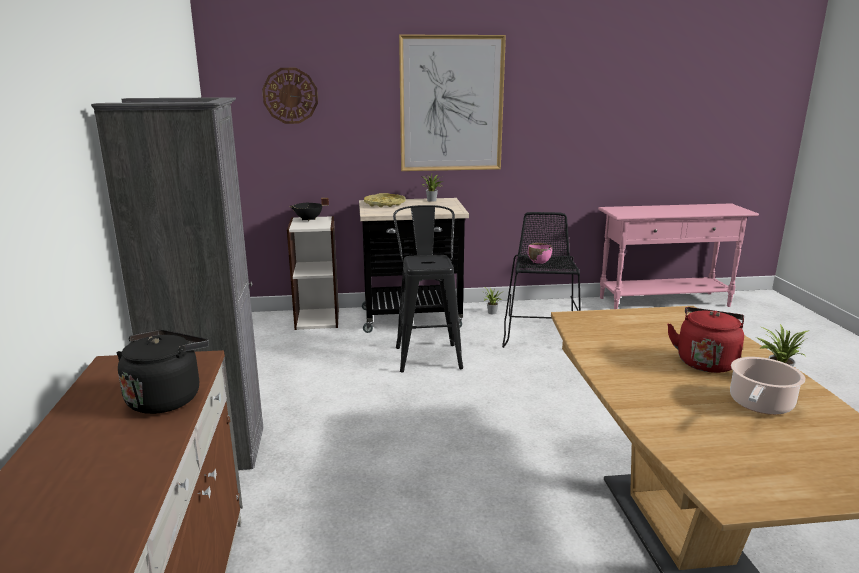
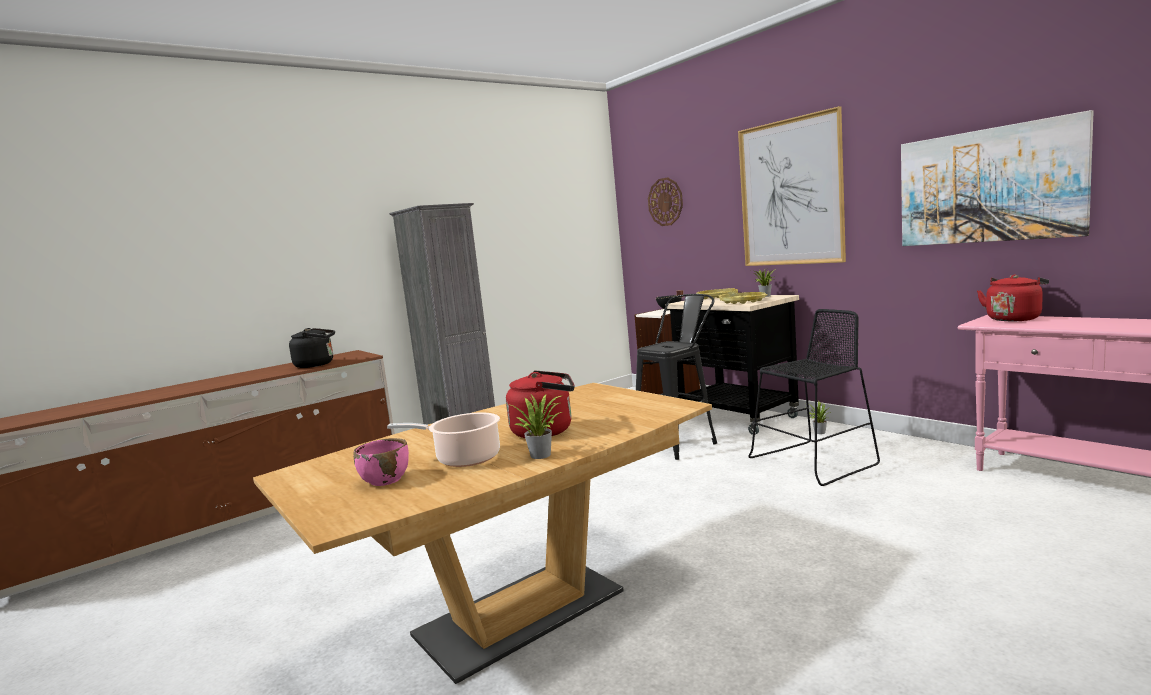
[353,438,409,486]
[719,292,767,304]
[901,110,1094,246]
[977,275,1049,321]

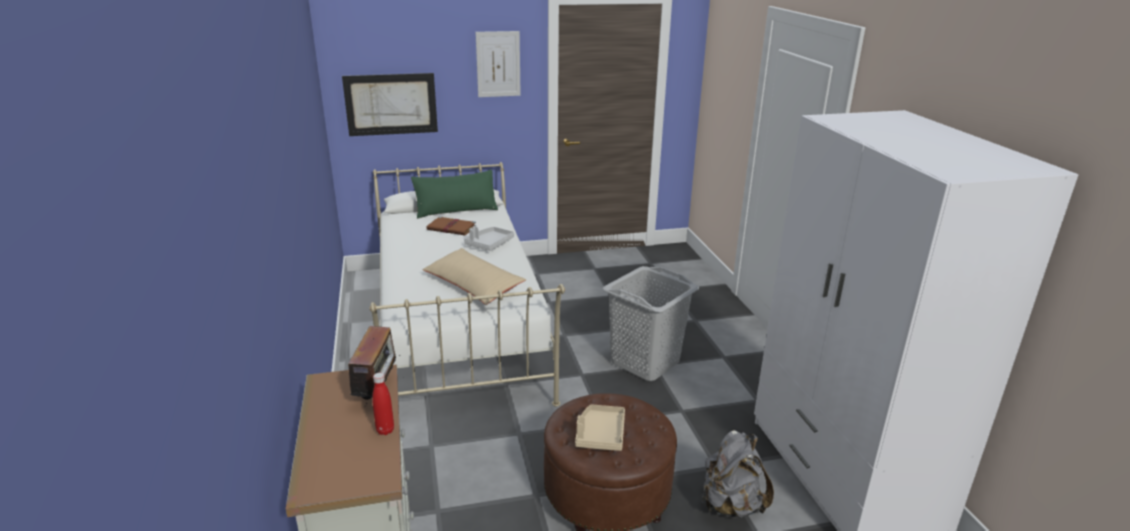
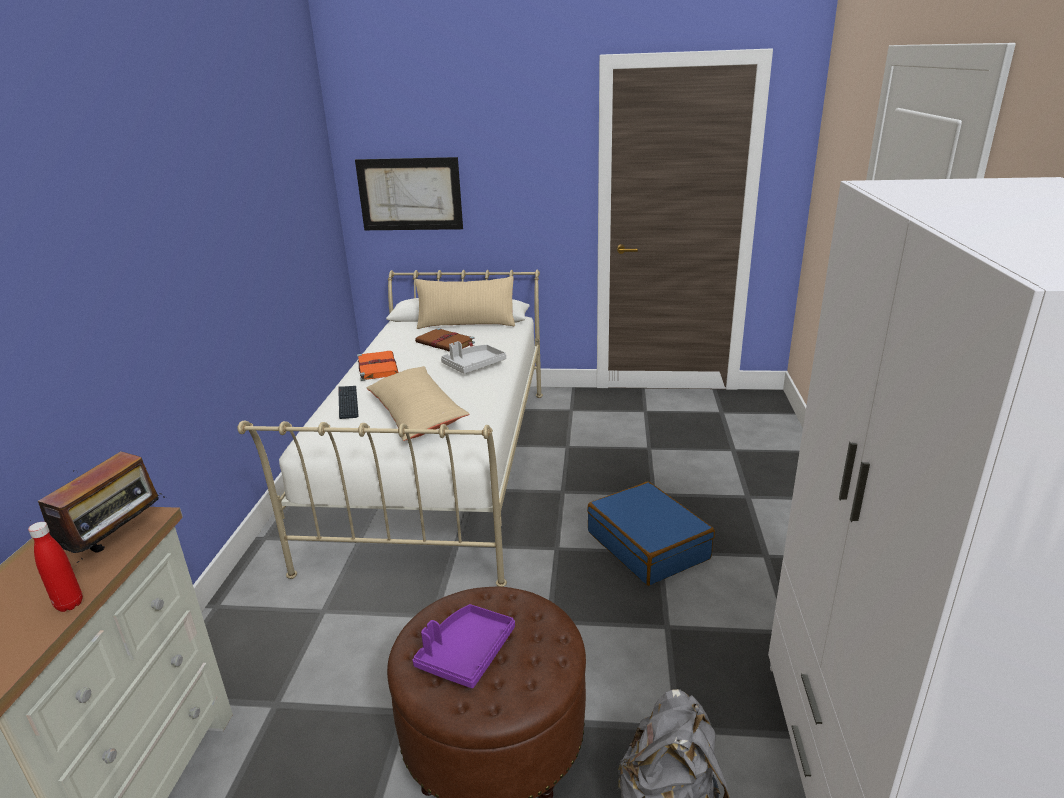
[415,276,515,329]
[476,31,521,97] (first image)
[413,604,515,688]
[587,482,715,586]
[338,386,359,419]
[357,351,398,381]

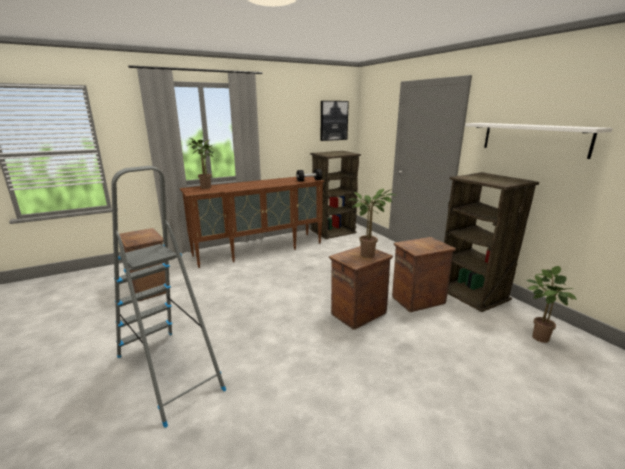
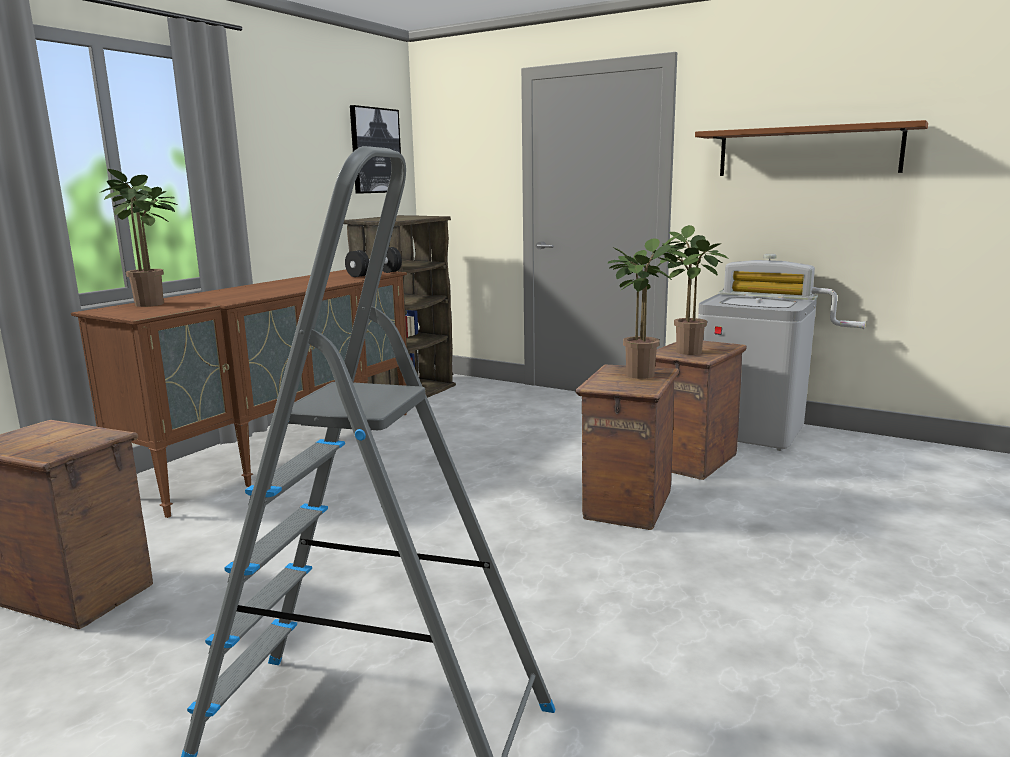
[698,254,866,451]
[695,120,928,176]
[651,225,729,355]

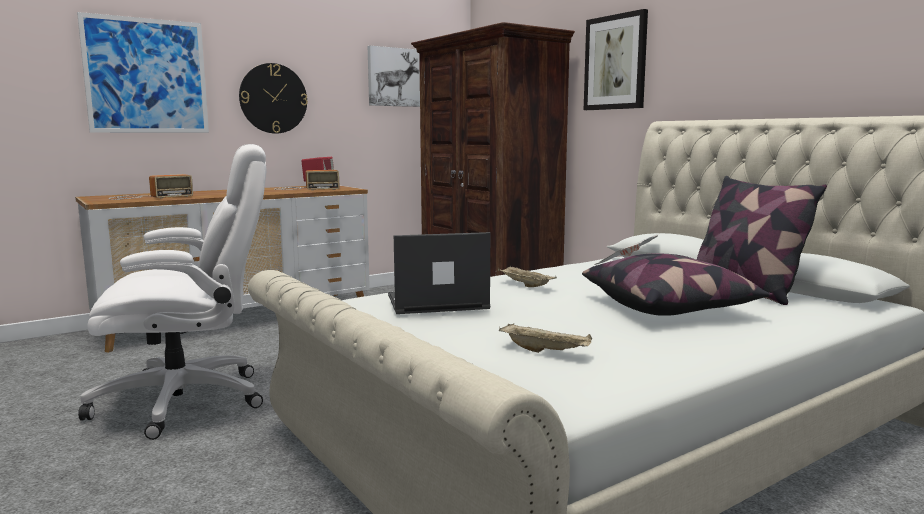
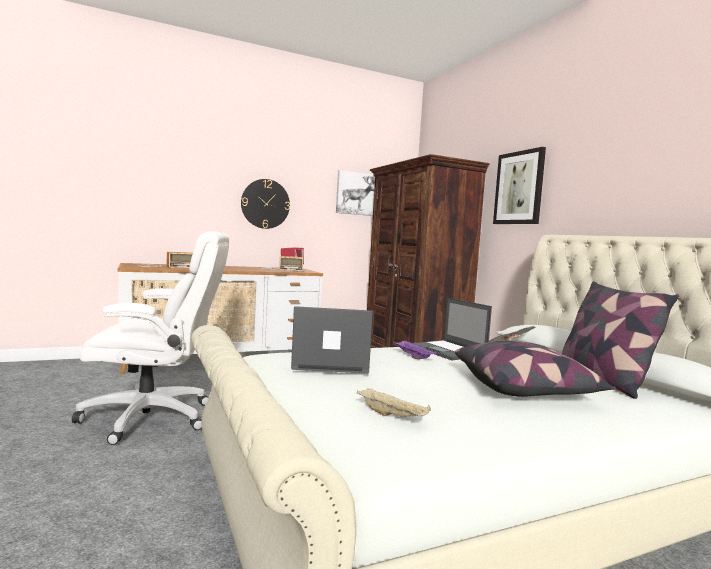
[77,12,209,133] (first image)
[393,341,437,359]
[412,298,492,360]

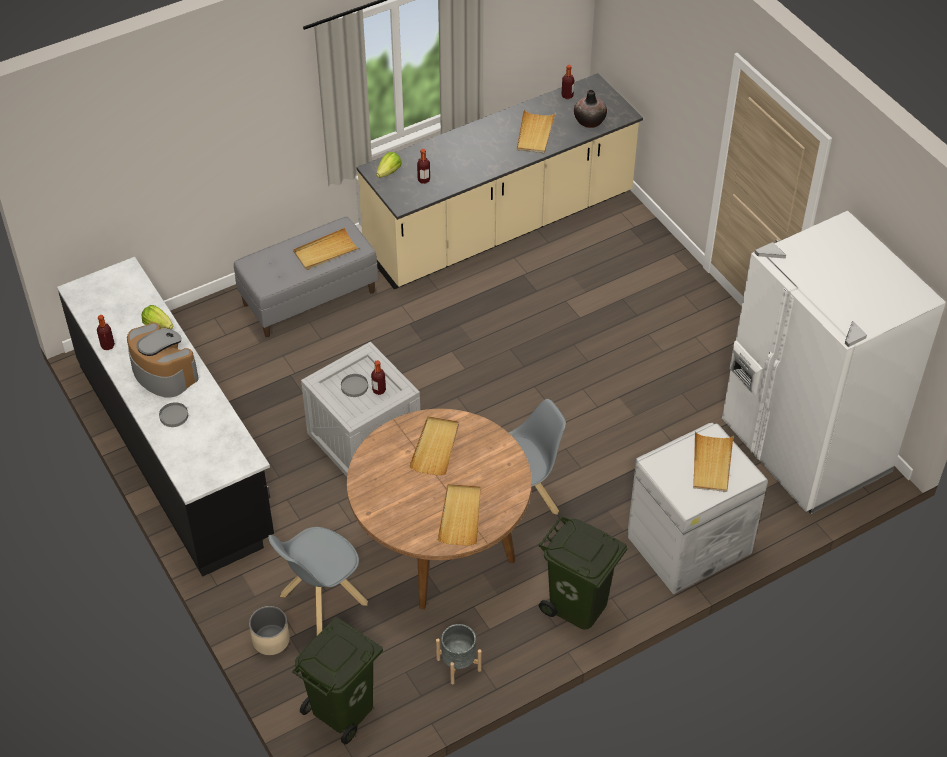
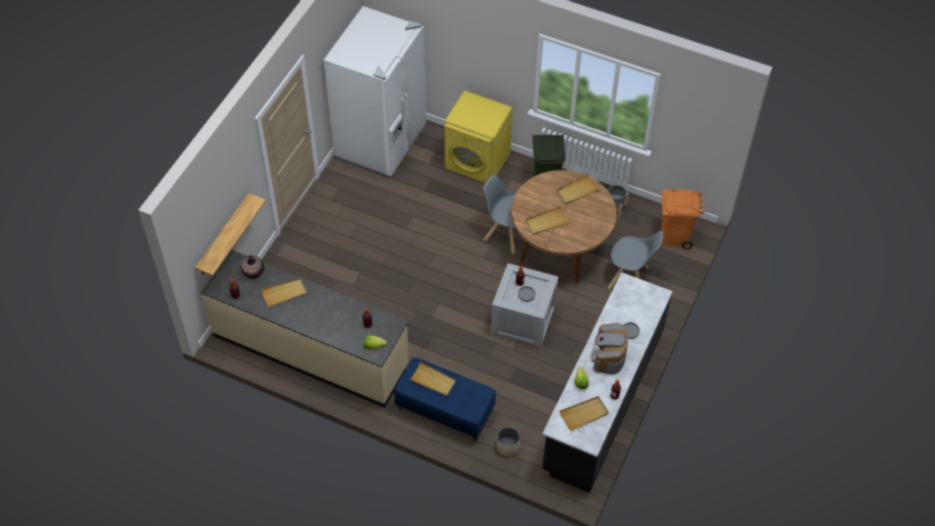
[394,357,496,442]
[496,427,520,456]
[661,189,704,249]
[445,90,513,183]
[559,396,609,430]
[195,193,266,276]

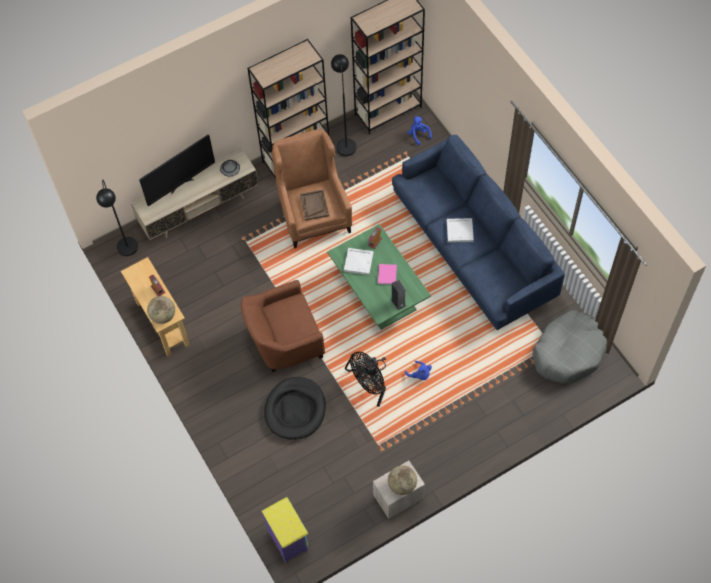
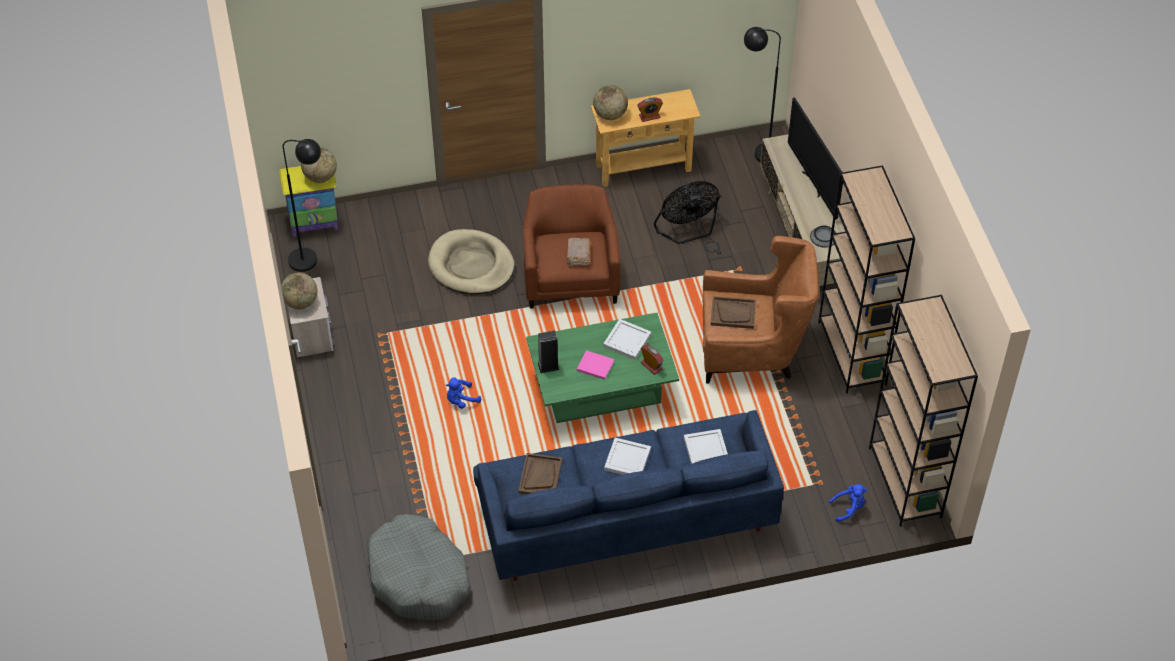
[428,229,515,295]
[283,139,321,272]
[654,181,721,254]
[301,147,337,183]
[519,453,562,494]
[567,238,590,266]
[684,429,728,464]

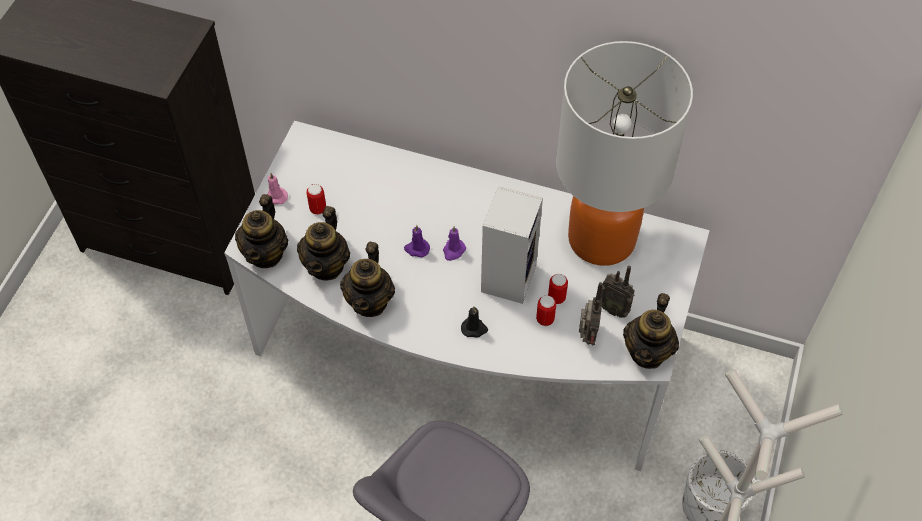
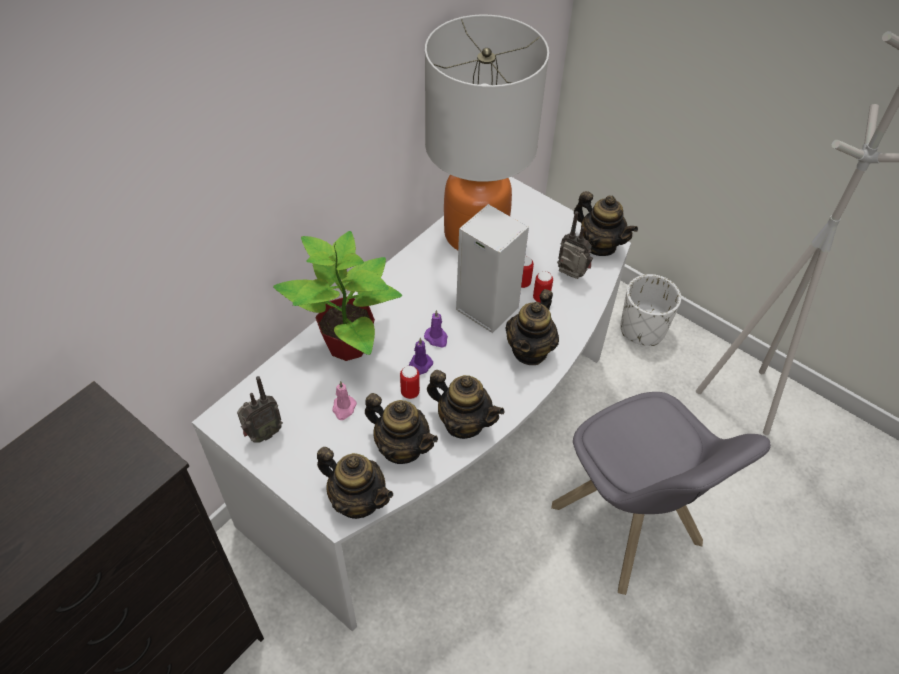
[332,381,357,420]
[400,366,420,399]
[505,289,559,365]
[237,376,283,443]
[273,231,402,361]

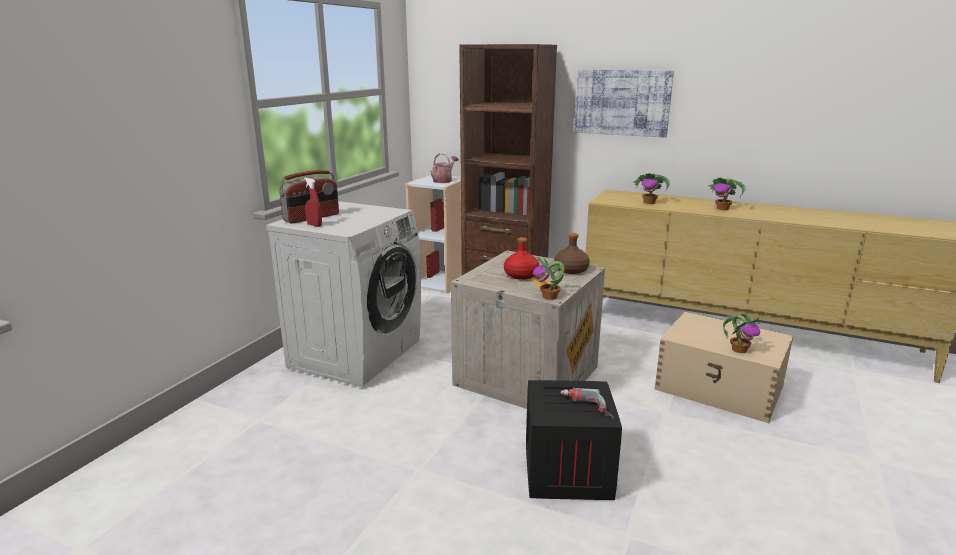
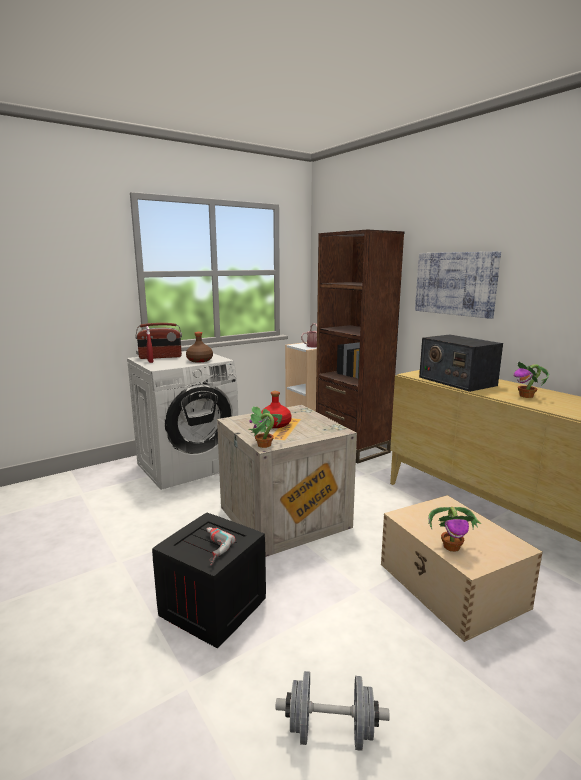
[186,332,213,363]
[419,334,503,392]
[275,671,390,751]

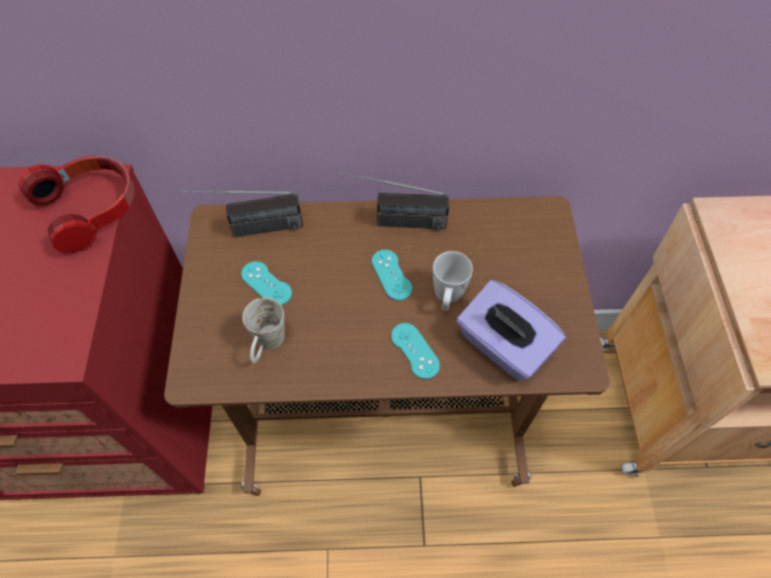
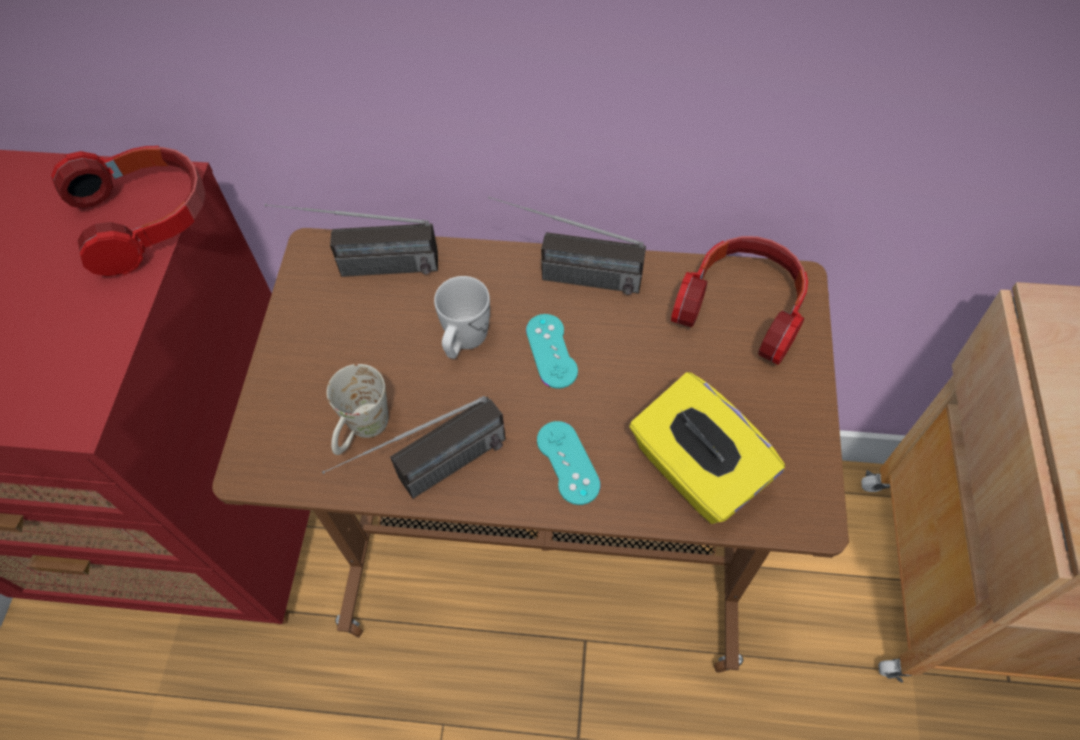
[241,261,292,306] (first image)
[434,276,490,359]
[629,372,785,524]
[322,396,506,499]
[671,236,808,365]

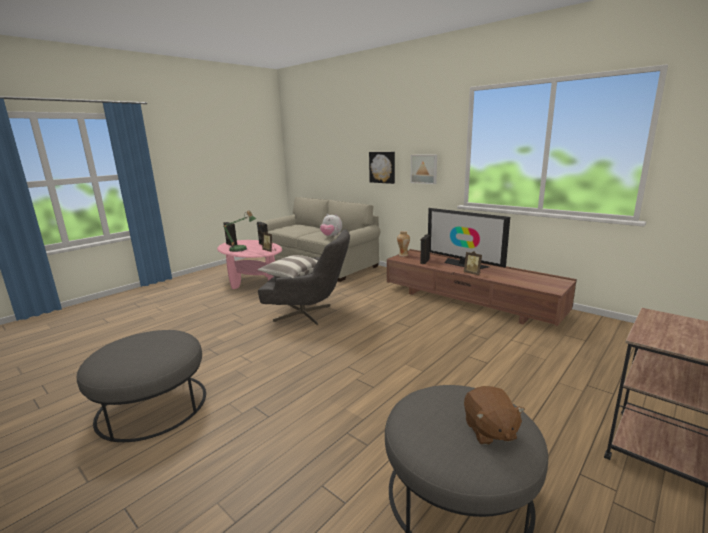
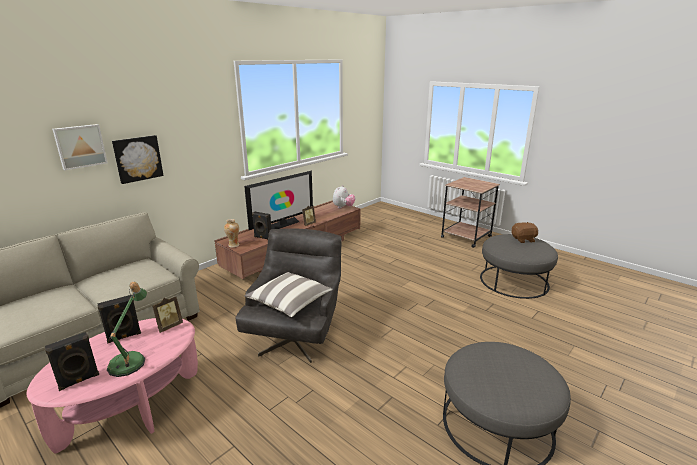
[333,185,355,208]
[52,124,108,170]

